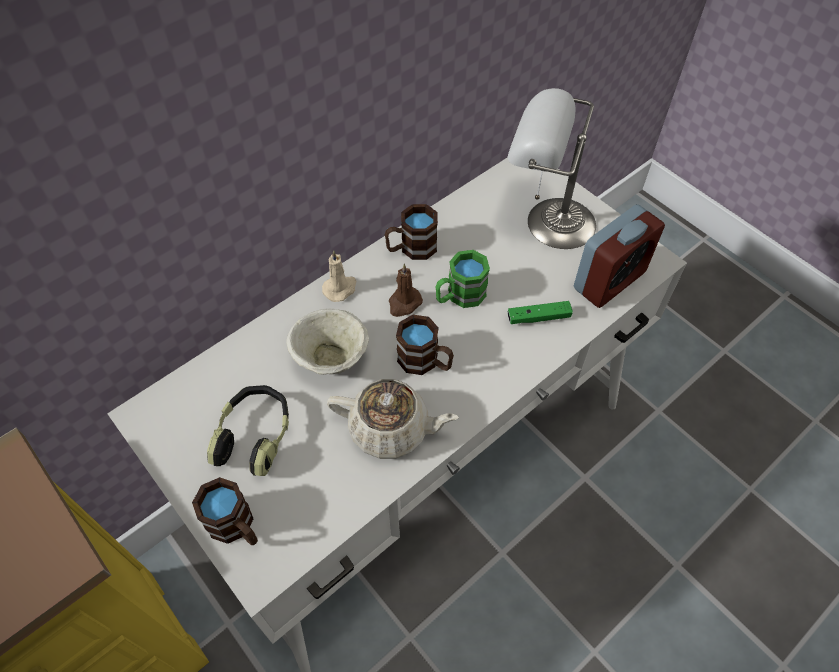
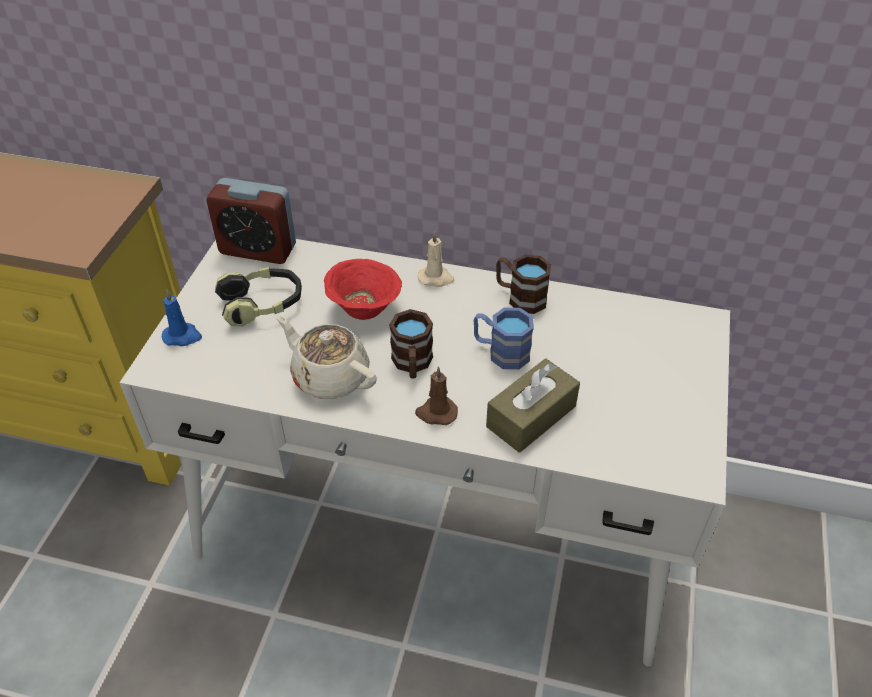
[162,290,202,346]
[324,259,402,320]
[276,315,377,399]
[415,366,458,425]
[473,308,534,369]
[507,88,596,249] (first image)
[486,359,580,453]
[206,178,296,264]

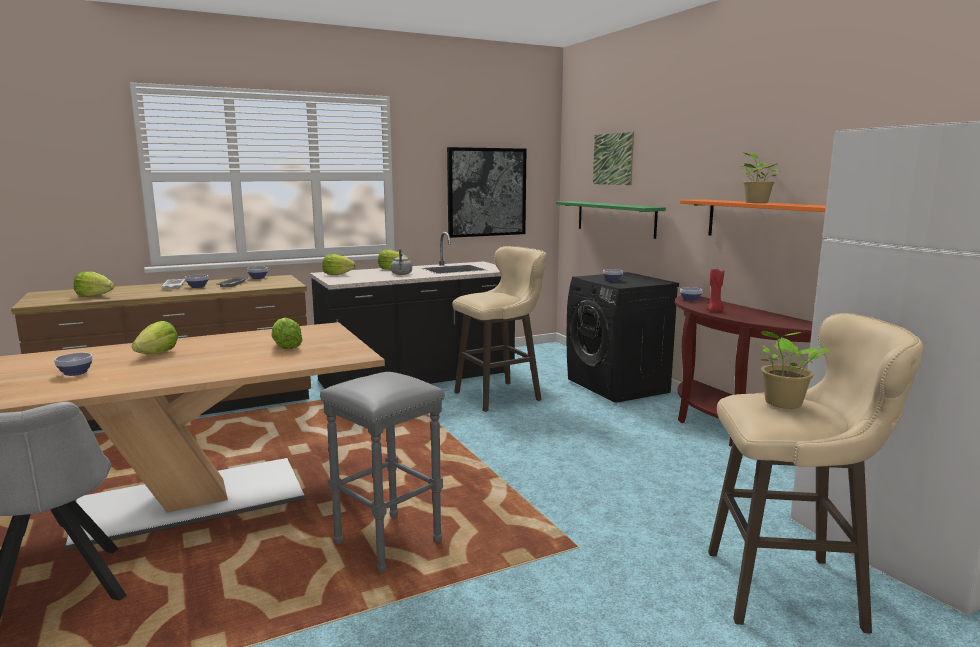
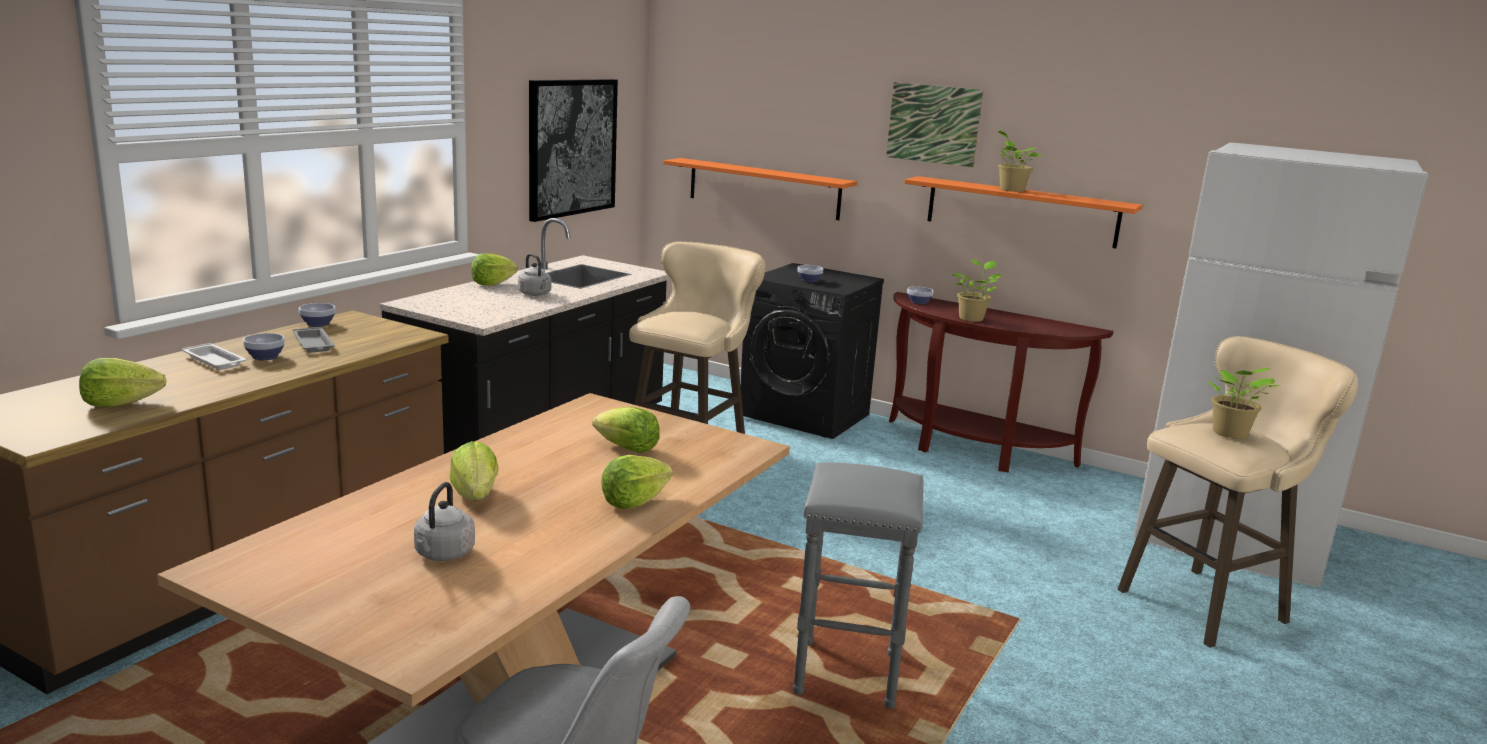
[414,482,475,561]
[601,455,673,509]
[663,158,857,220]
[886,82,984,167]
[952,259,1002,322]

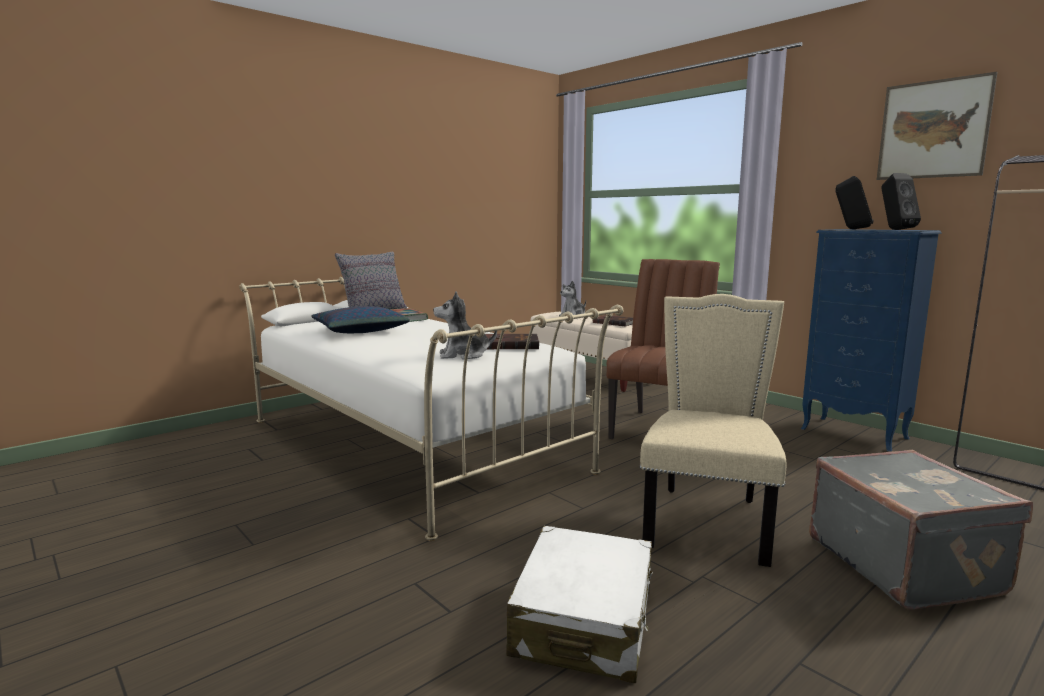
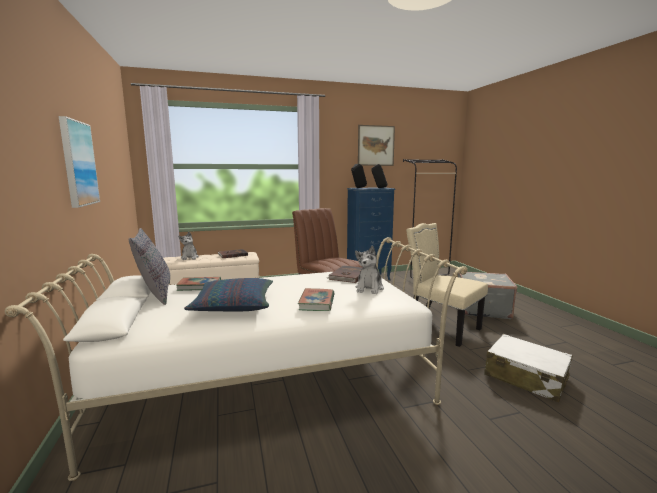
[59,116,100,208]
[298,288,334,311]

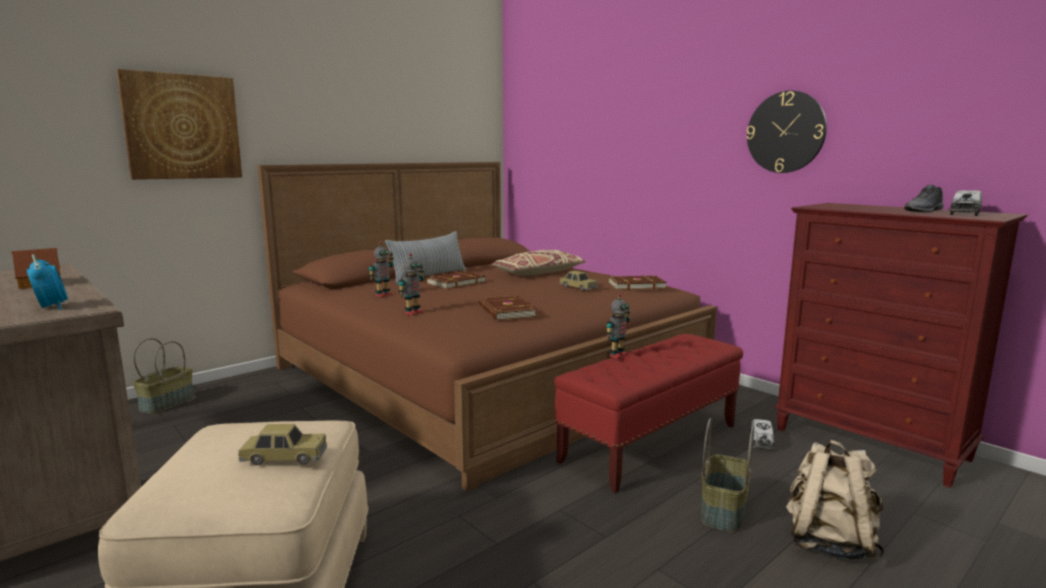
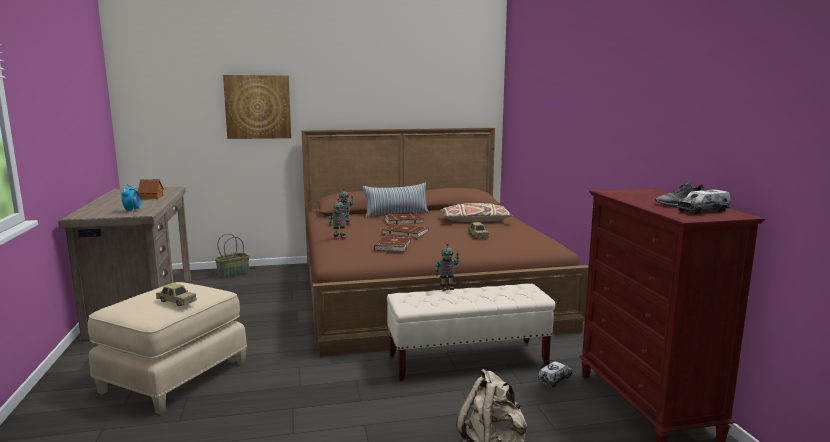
[387,284,555,381]
[382,224,429,238]
[701,418,754,532] (first image)
[746,91,827,173] (first image)

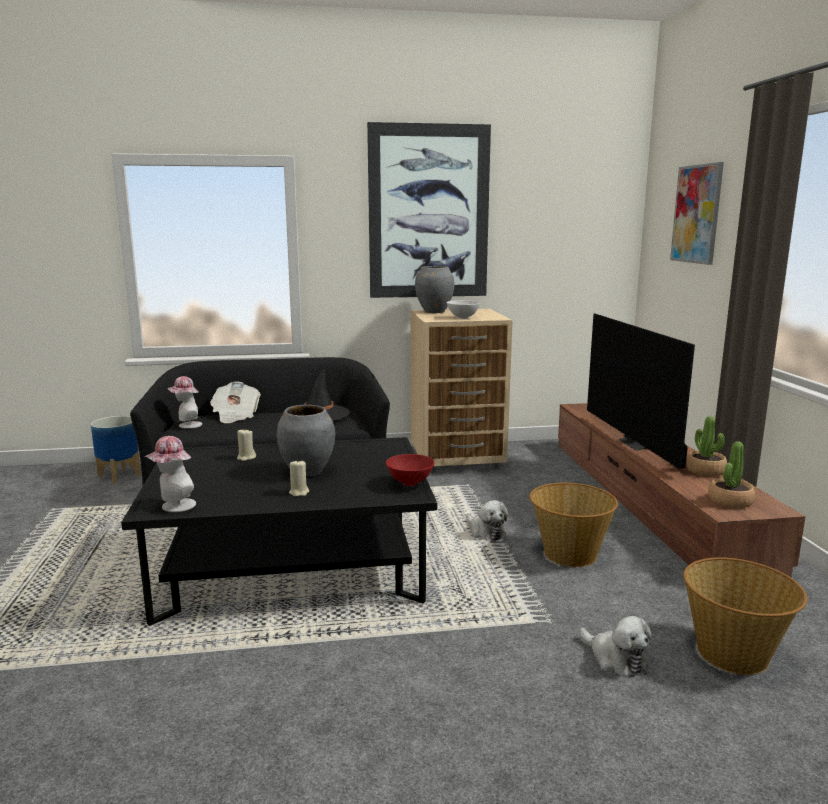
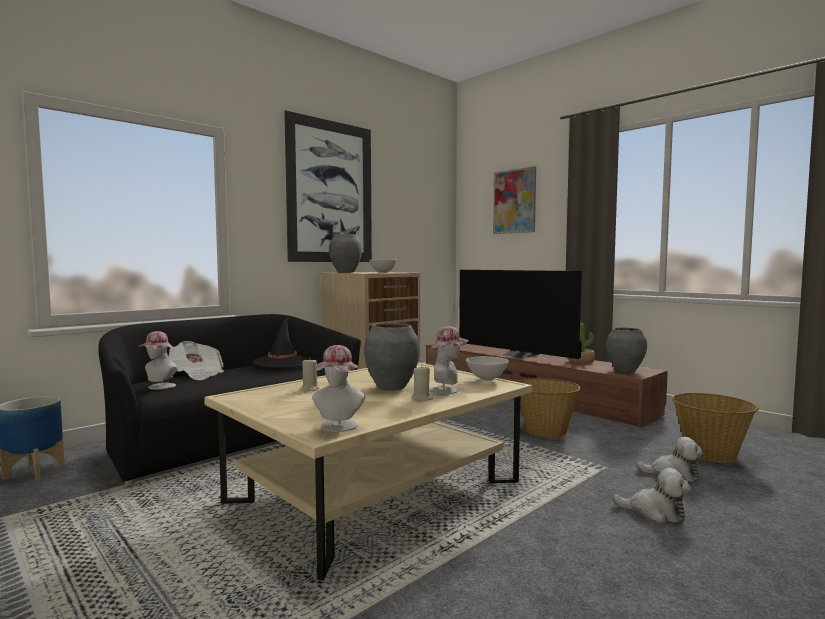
[204,362,533,581]
[466,356,509,381]
[613,468,691,523]
[607,327,647,373]
[430,326,469,394]

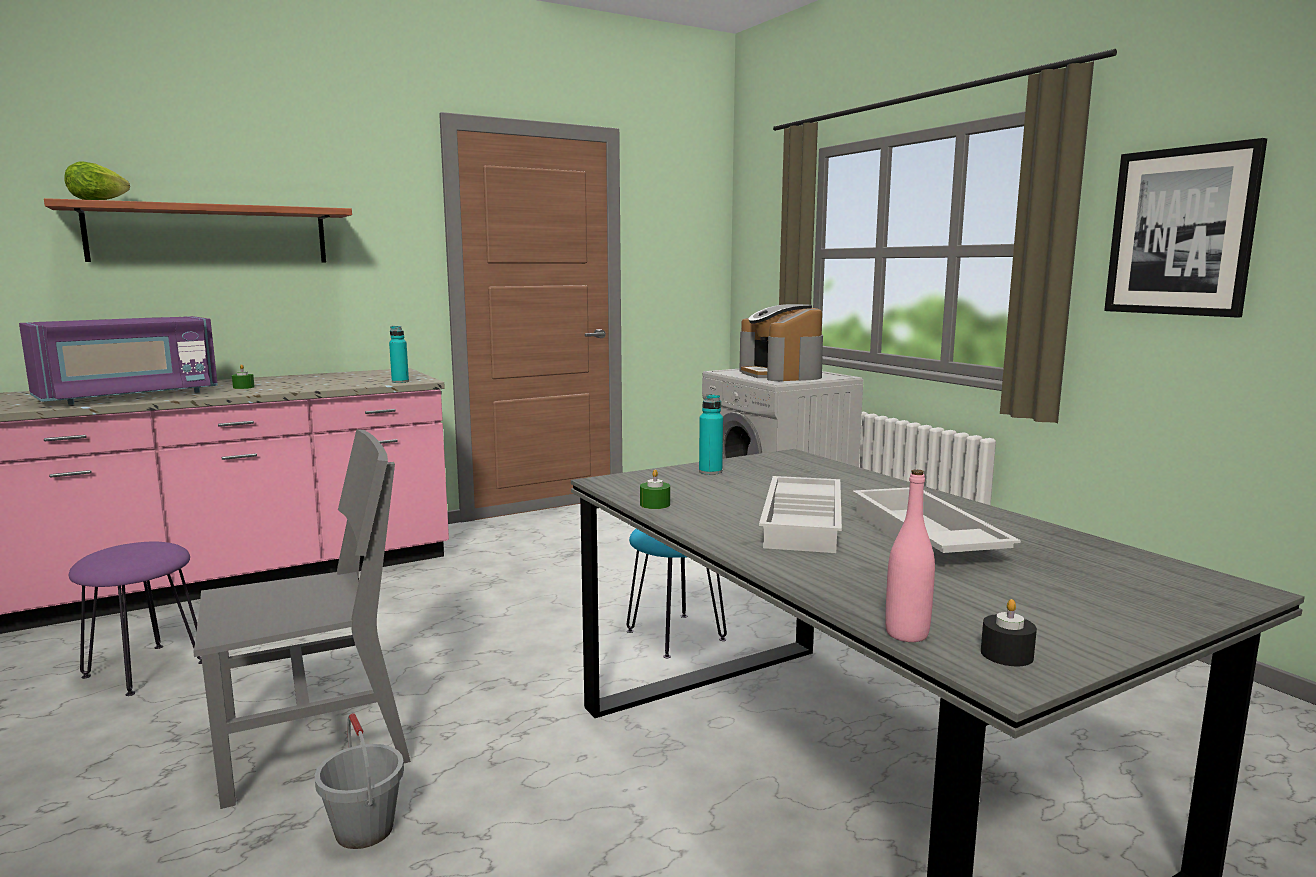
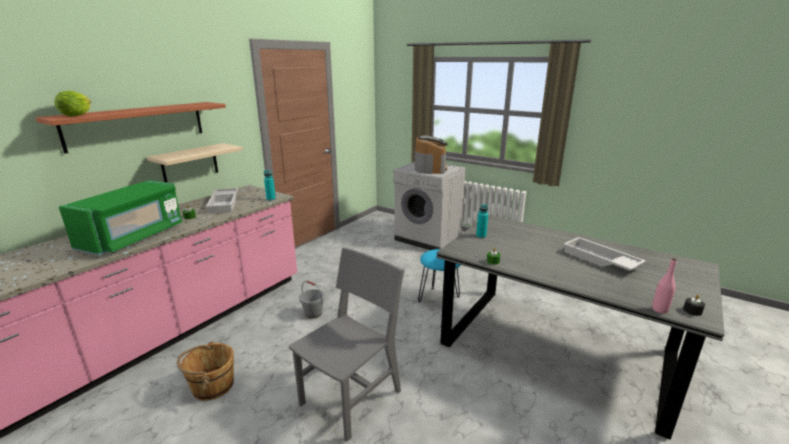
[59,180,182,255]
[177,341,234,401]
[299,281,325,319]
[415,135,447,174]
[206,188,239,214]
[1104,138,1267,318] (first image)
[147,143,243,183]

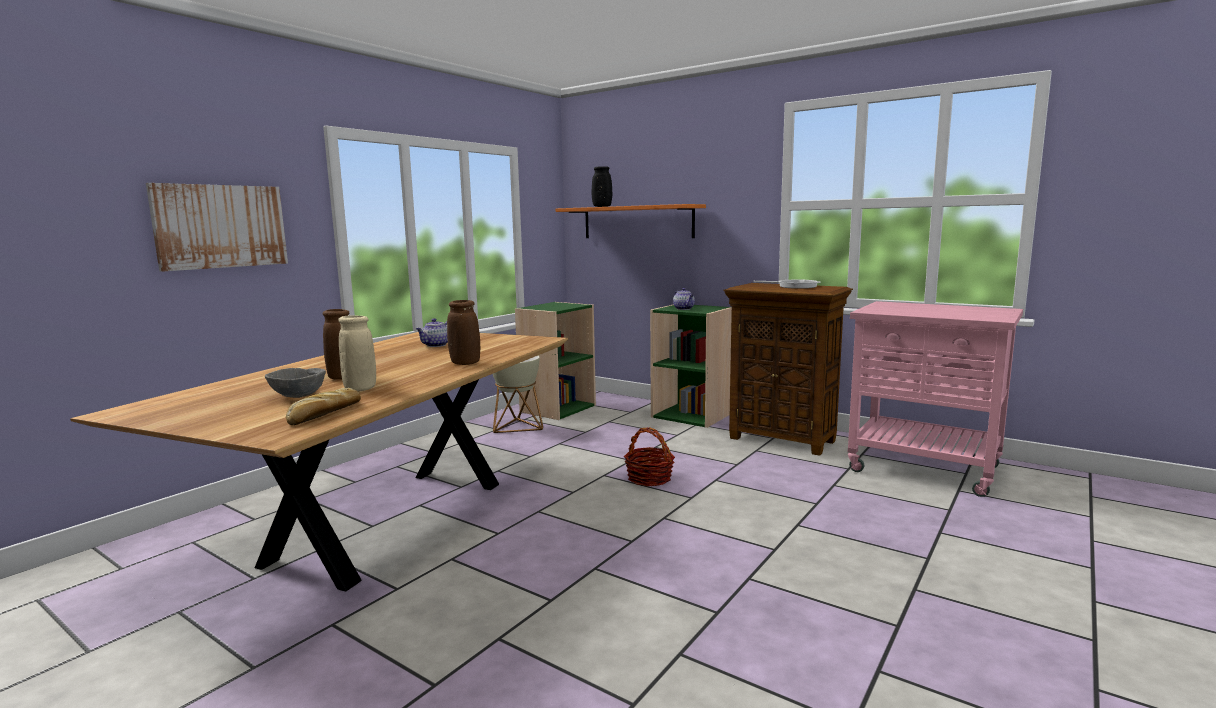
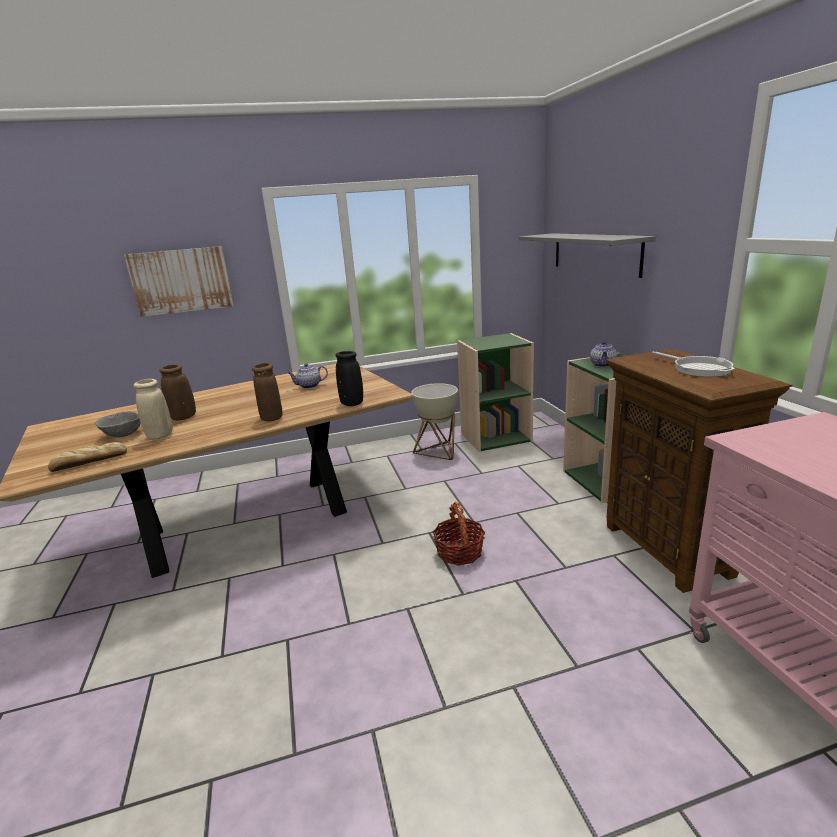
[519,233,656,278]
[335,351,363,406]

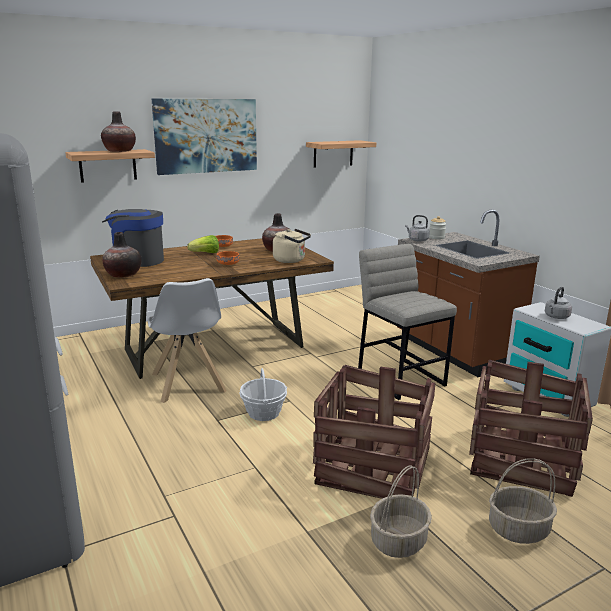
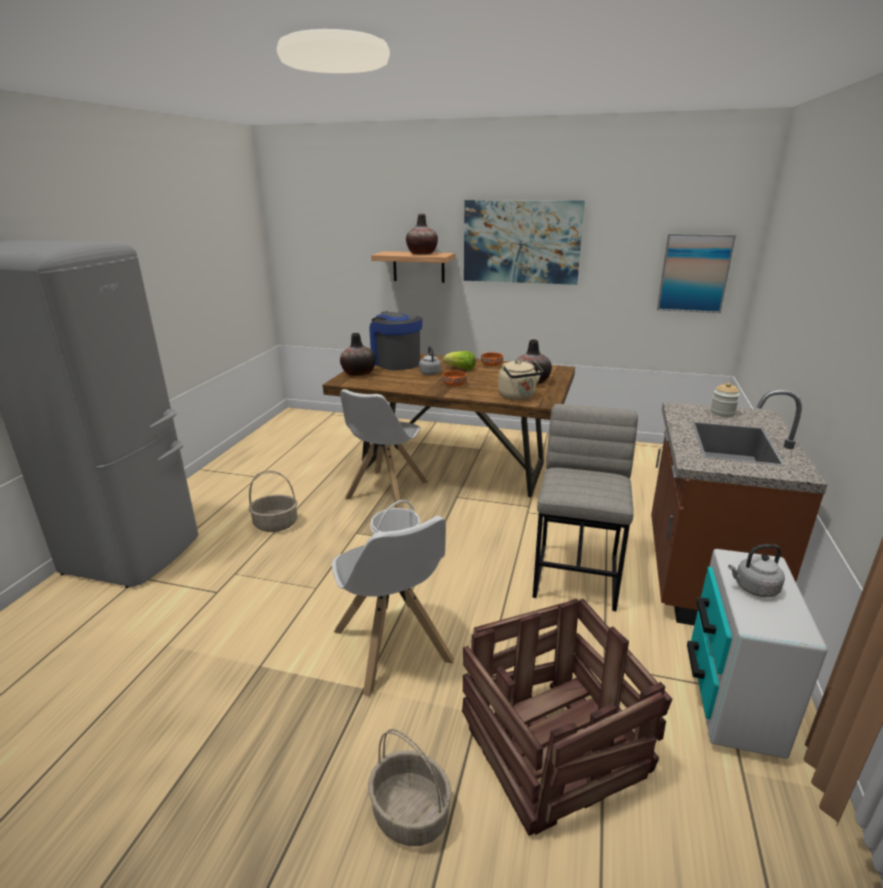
[657,234,736,313]
[332,516,454,697]
[249,470,297,532]
[419,346,441,375]

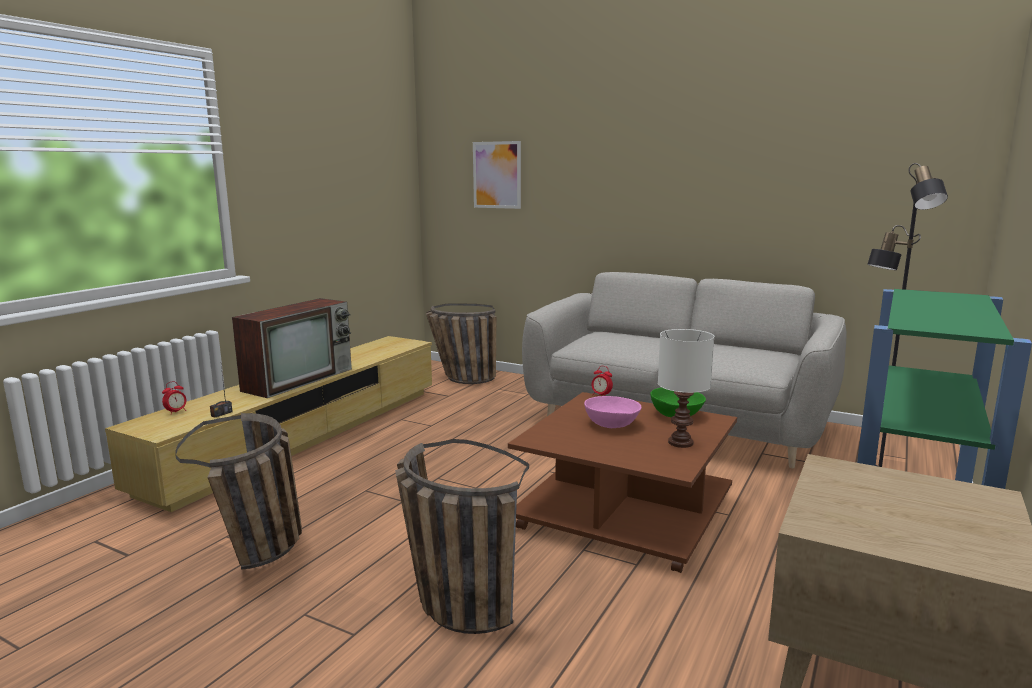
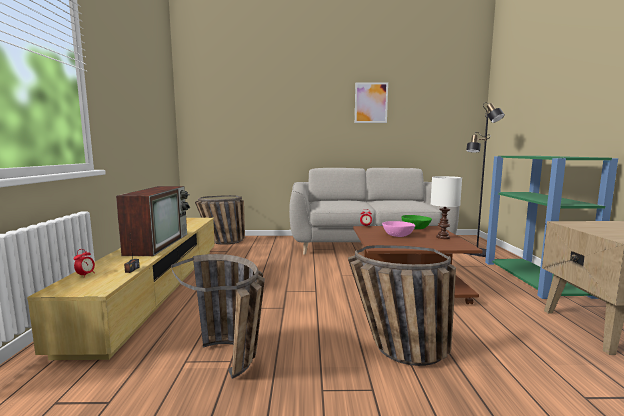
[355,82,388,123]

